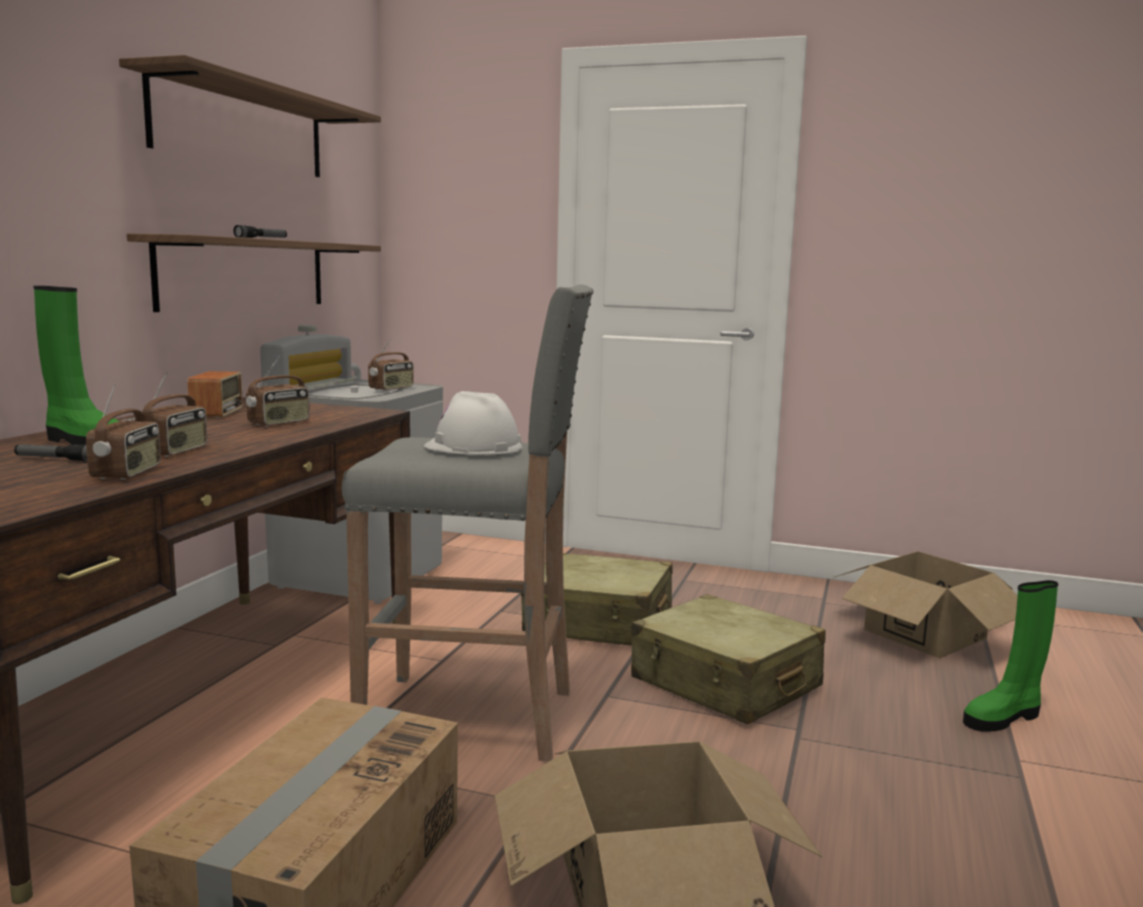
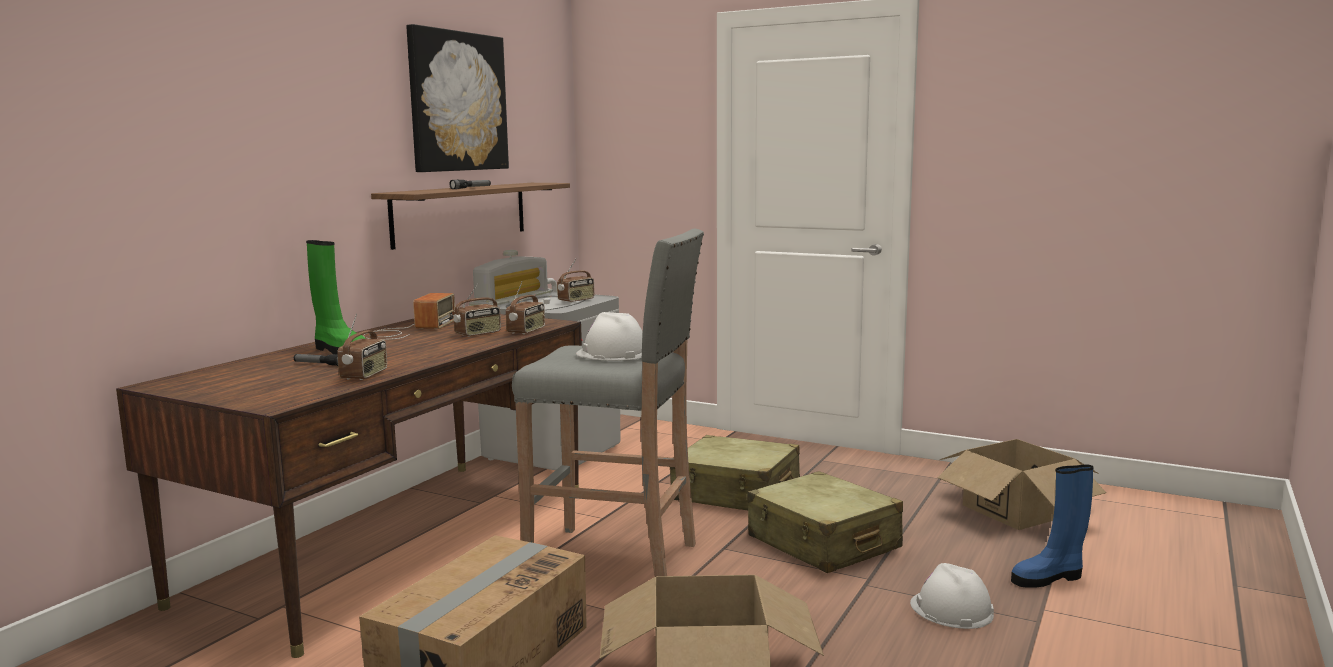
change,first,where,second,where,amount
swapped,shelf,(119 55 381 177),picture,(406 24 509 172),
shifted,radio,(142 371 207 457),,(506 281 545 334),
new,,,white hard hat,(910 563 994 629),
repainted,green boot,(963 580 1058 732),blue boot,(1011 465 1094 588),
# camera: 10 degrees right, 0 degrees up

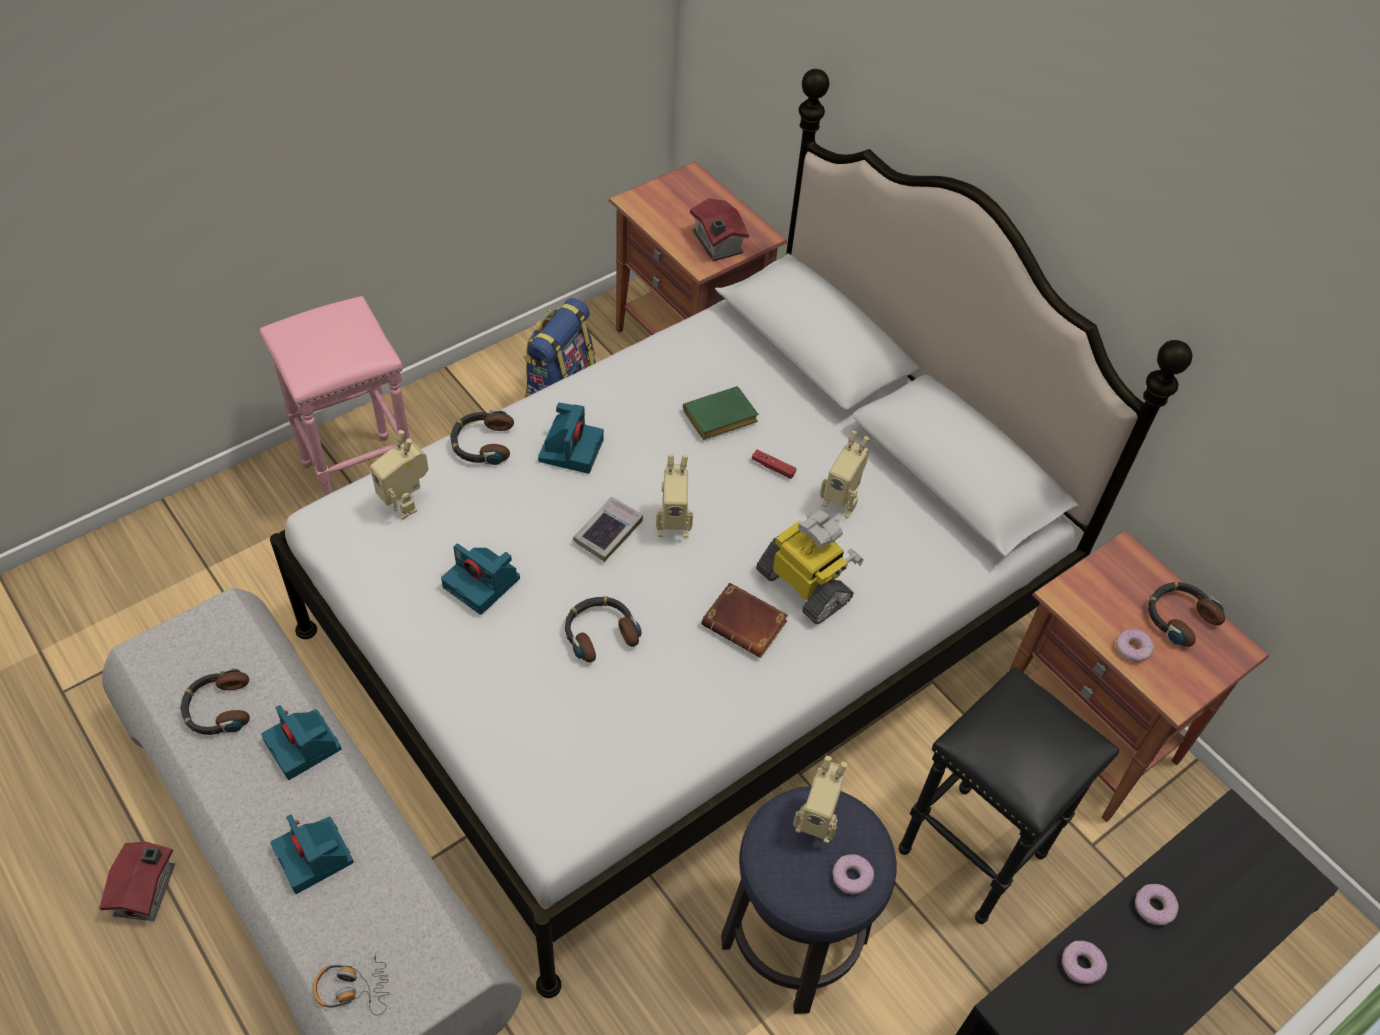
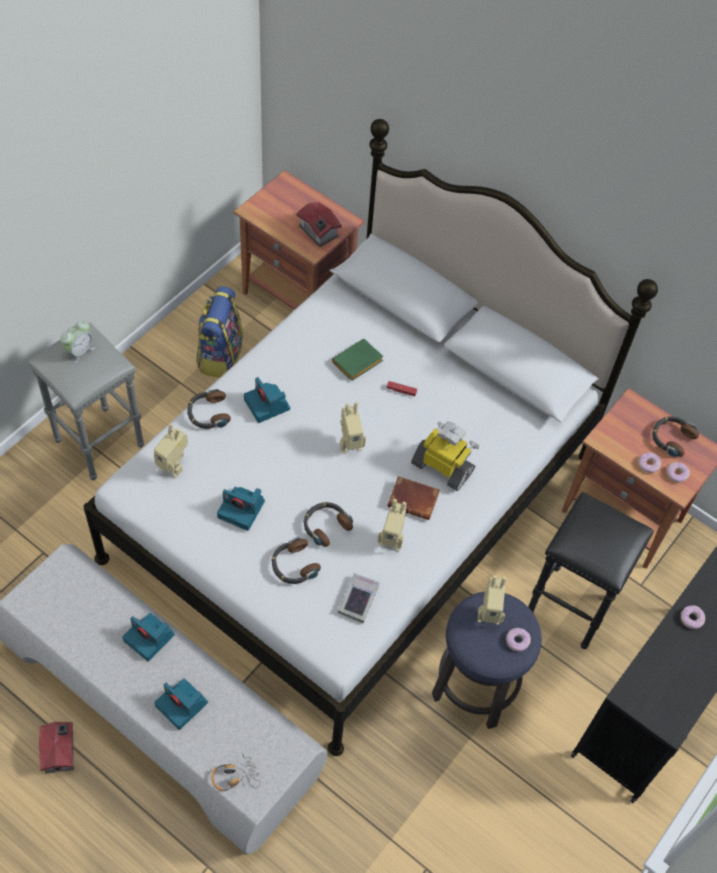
change,first,where,second,where,amount
repainted,pink stool,(260 296 411 496),grey stool,(28 323 144 480),
new,,,alarm clock,(60 321 95 364),
rotated,photo camera,(538 403 604 474),,(244 377 290 423),150 degrees clockwise
shifted,headphones,(180 669 250 735),,(271 537 321 584),
shifted,book,(573 497 643 562),,(338 574 380 623),
shifted,toy robot,(820 430 870 518),,(378 499 407 551),
shifted,donut,(1062 941 1107 984),,(667 462 690 482),
# camera: 15 degrees left, 5 degrees up

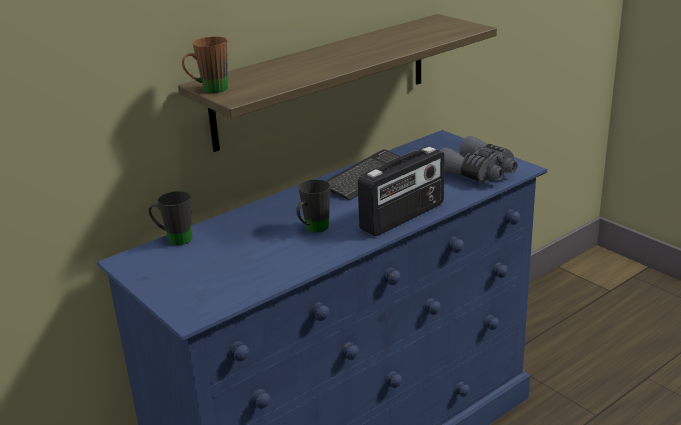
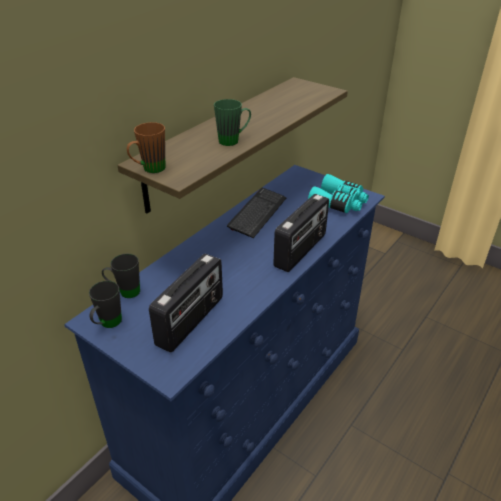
change,first,where,second,where,amount
shifted,black mug,(296 179 331 233),,(89 281 122 328),
new,,,radio,(149 253 223 352),
new,,,green mug,(214 99 251 146),
repainted,grey binoculars,(440 136 518 182),turquoise binoculars,(308 174 369 213),
# camera: 15 degrees left, 10 degrees up

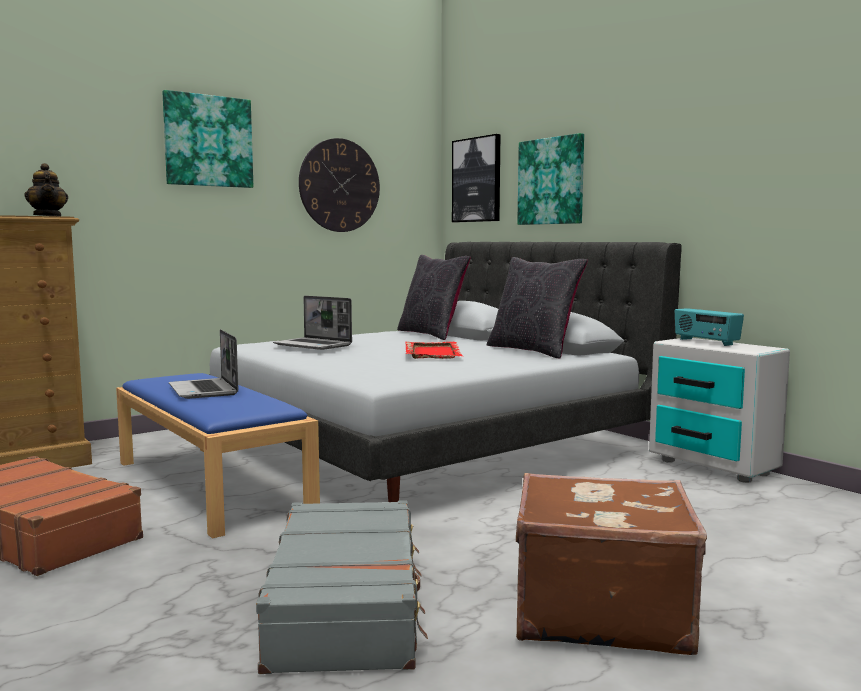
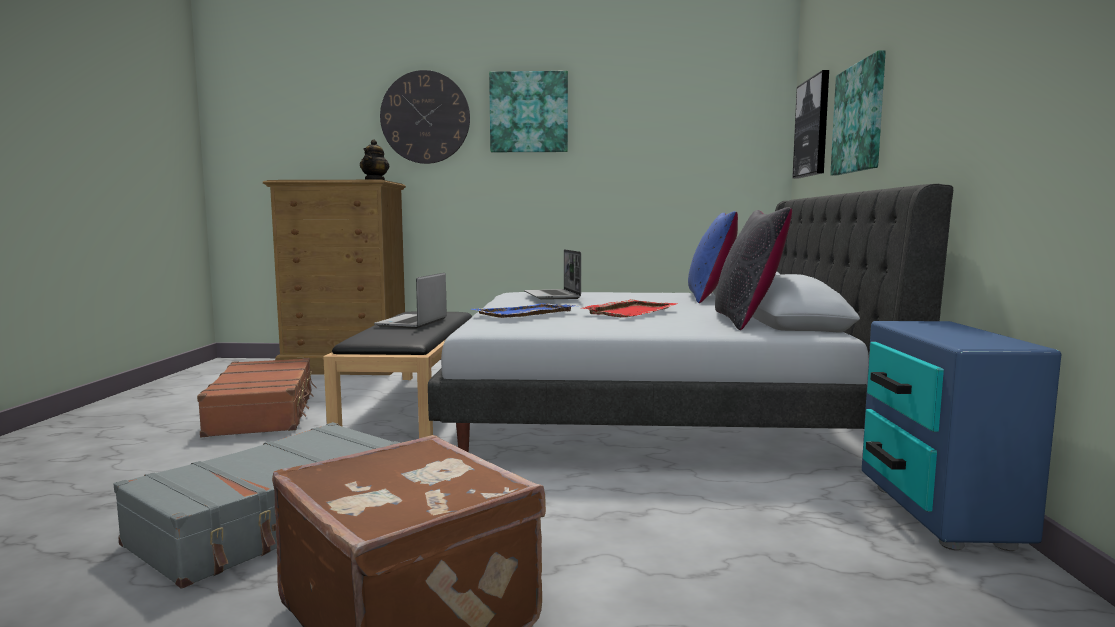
change,first,where,second,where,amount
repainted,blue bench,(116 373 320 538),black bench,(323 311 472 438),
shifted,wall clock,(299 138 380 232),,(380 70 470 164),
new,,,blue tray,(472 303 576 318),
repainted,black pillow,(397 255 471 340),blue pillow,(688 211 738 303),
repainted,white nightstand,(649 338 790 483),blue nightstand,(862 321 1061 551),
gone,radio,(675 308 744 346),,,
# camera: 40 degrees right, 0 degrees up

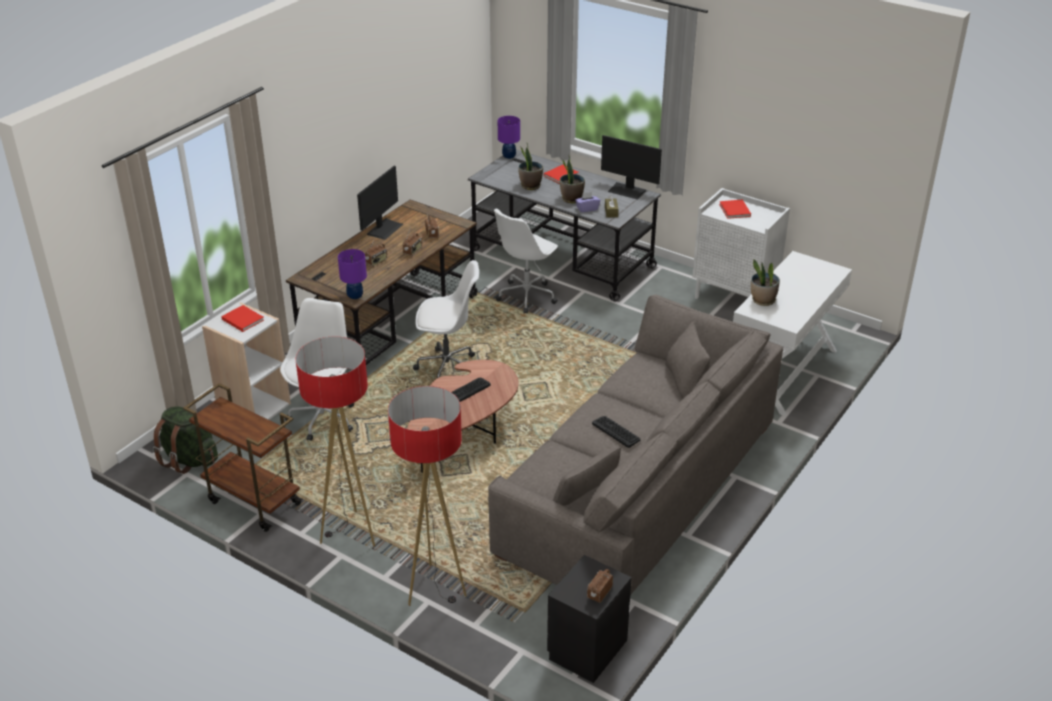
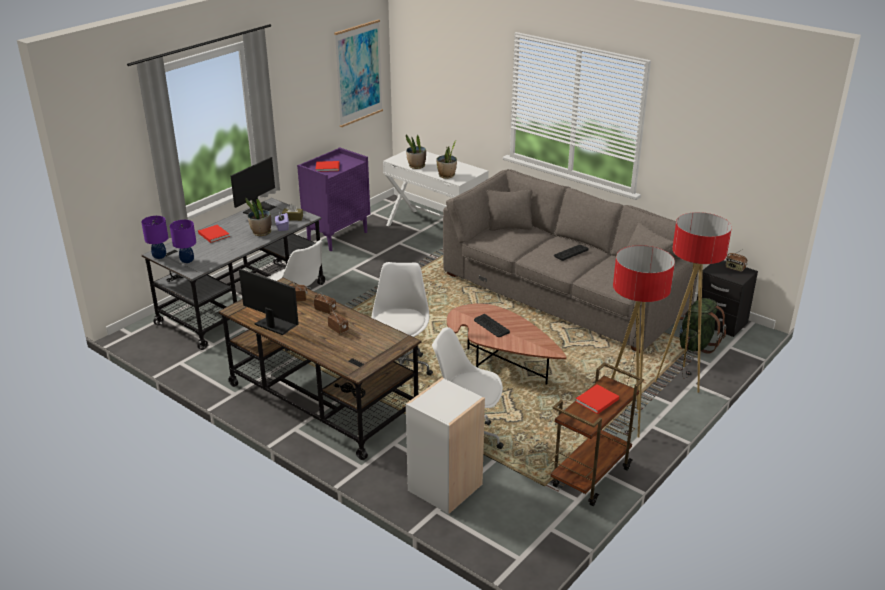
change,first,where,second,where,amount
shifted,purple table lamp,(338 249 367 299),,(170 220 196 263),
repainted,white cabinet,(692 188 790 299),purple cabinet,(297 147 370 251),
new,,,picture,(334 20 383 127),
shifted,potted plant,(518 143 543 190),,(406 135 426 169),
shifted,red book,(221 305 264 332),,(575 384 619 414),
shifted,green backpack,(153 406 218 474),,(679 298 726 354),
# camera: 85 degrees left, 5 degrees down

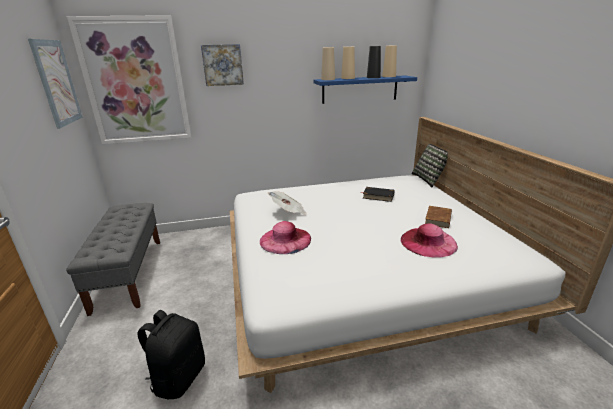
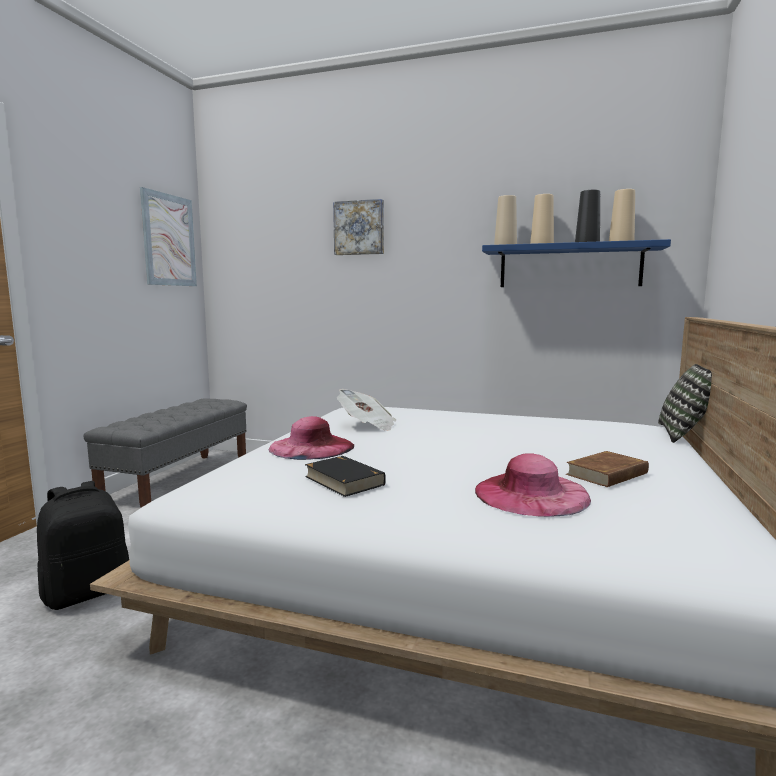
change,first,where,second,where,amount
shifted,black book,(361 187 395 202),,(305 456 386 497),
gone,picture,(67 15 191 144),,,
# camera: 30 degrees right, 15 degrees down

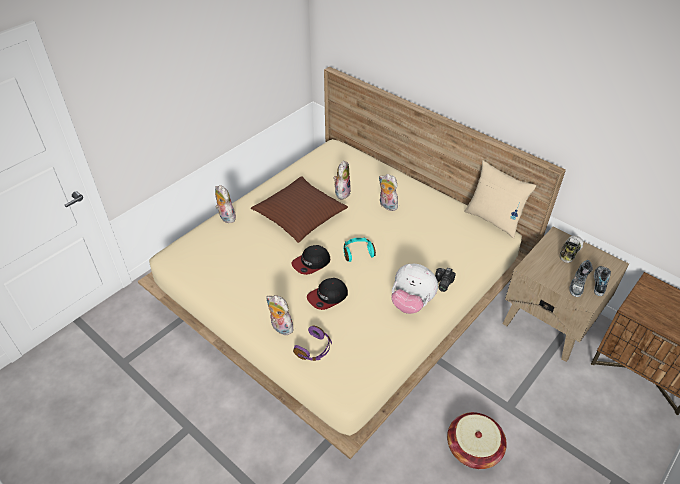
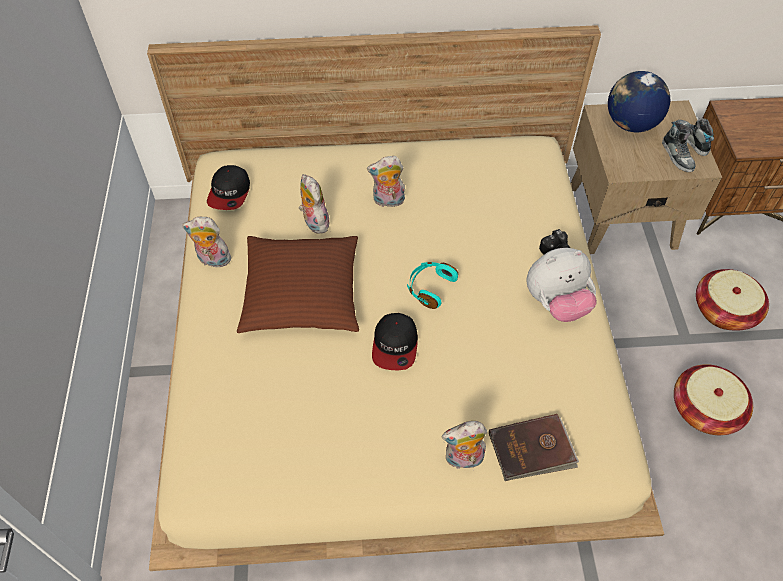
change,first,where,second,where,amount
shifted,plush toy,(215 185 236 223),,(182 217 231 268),
shifted,cap,(307 278 348 310),,(207 165 250 210),
swapped,purple headphones,(293 325 332 361),brown book,(489 414 579 481),
swapped,shoe,(560 235 583 263),globe,(608 71 670 132),
new,,,basket,(696 269 769 331),
gone,beige pillow,(464 160 536 238),,,
# camera: 45 degrees left, 10 degrees up

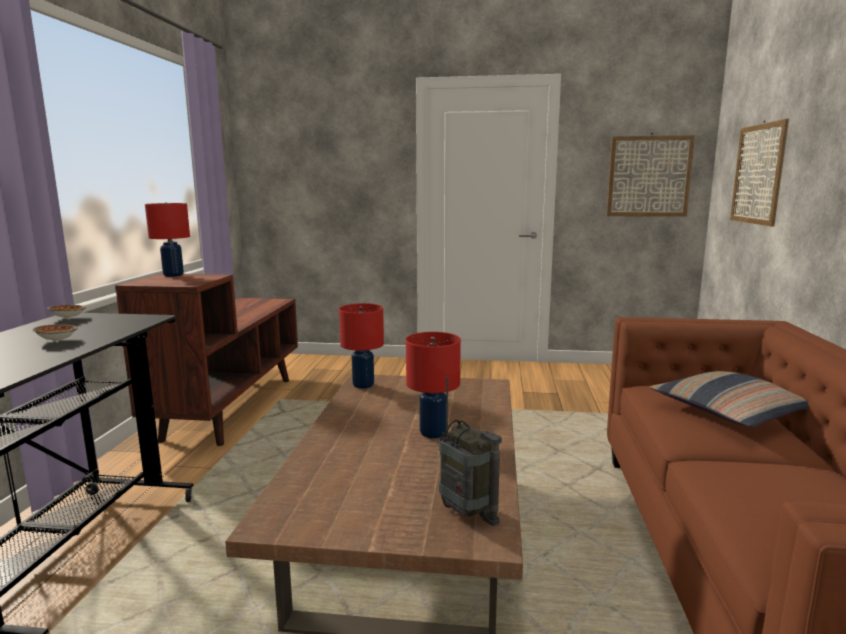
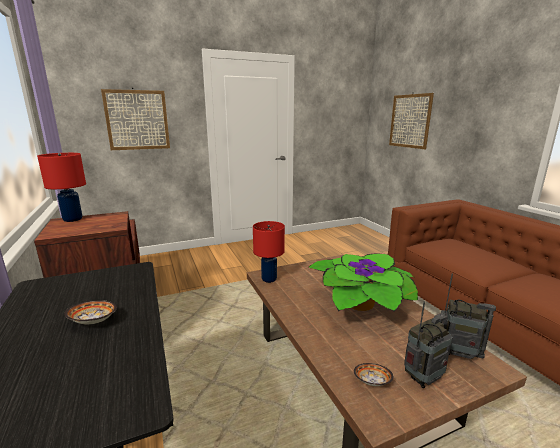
change,first,where,second,where,amount
shifted,picture,(606 133 695 217),,(101 88 170 150),
swapped,red table lamp,(406 332 461 438),potted plant,(309 253 418 312),
shifted,bowl,(47 305 86 319),,(354 363 394 386),
new,,,radio,(404 302 452 388),
gone,pillow,(650 371 809 427),,,
# camera: 30 degrees left, 5 degrees up

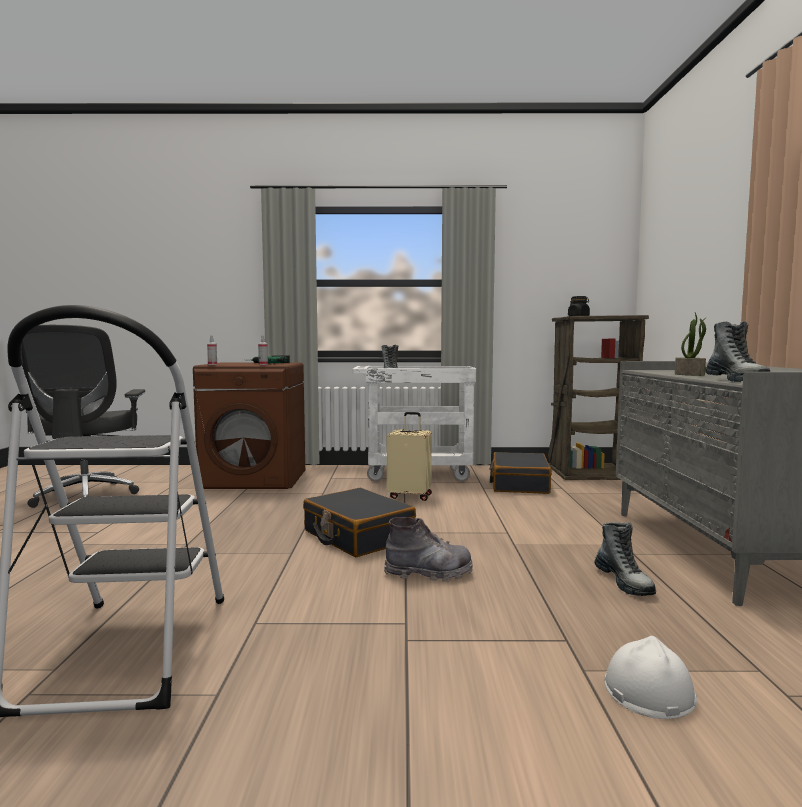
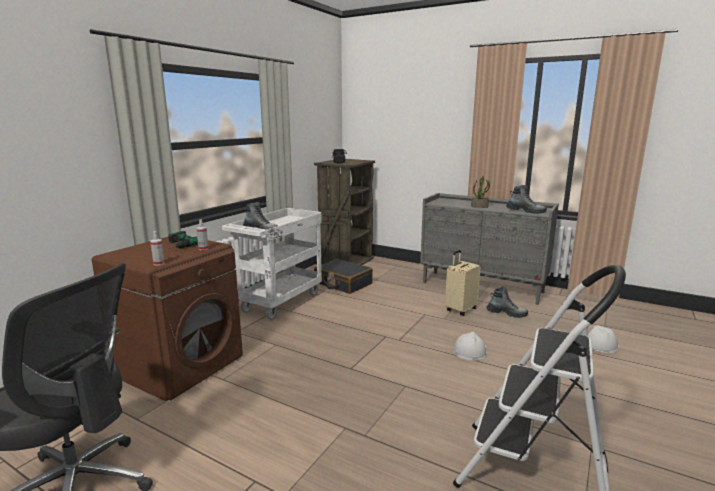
change,first,where,second,where,amount
shifted,beige suitcase,(387 412 432 501),,(445 250 480 316),
swapped,grey boot,(384 517 473 582),white hard hat,(453 332 487 361),
gone,black suitcase,(303 488 416 557),,,
# camera: 60 degrees left, 10 degrees up

